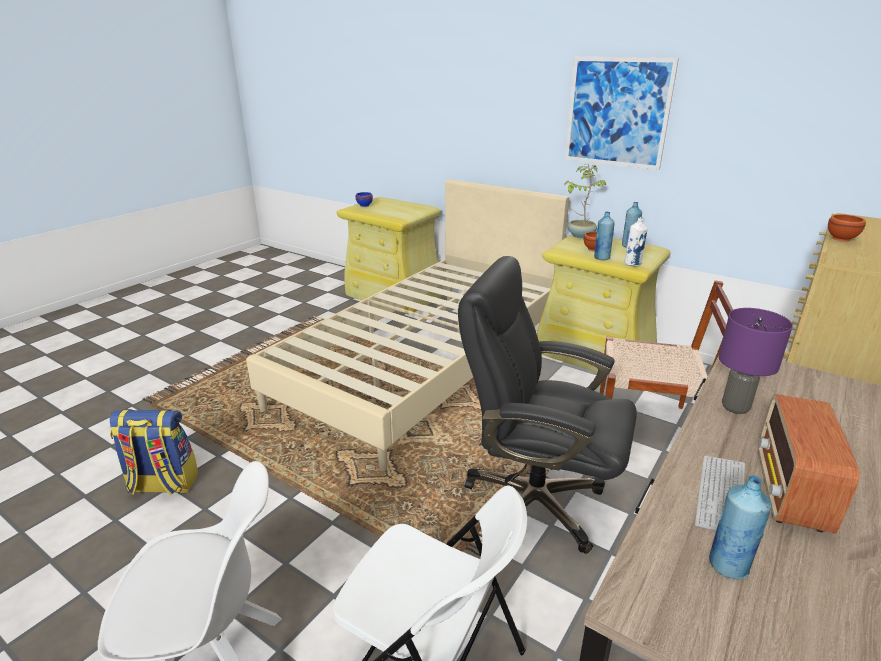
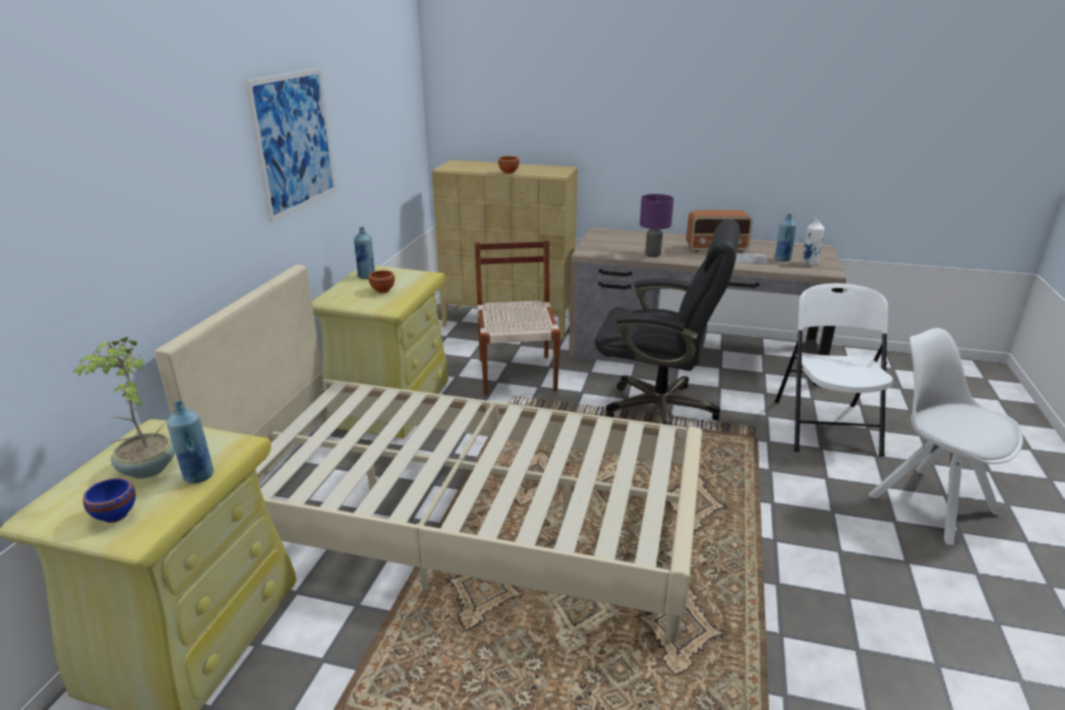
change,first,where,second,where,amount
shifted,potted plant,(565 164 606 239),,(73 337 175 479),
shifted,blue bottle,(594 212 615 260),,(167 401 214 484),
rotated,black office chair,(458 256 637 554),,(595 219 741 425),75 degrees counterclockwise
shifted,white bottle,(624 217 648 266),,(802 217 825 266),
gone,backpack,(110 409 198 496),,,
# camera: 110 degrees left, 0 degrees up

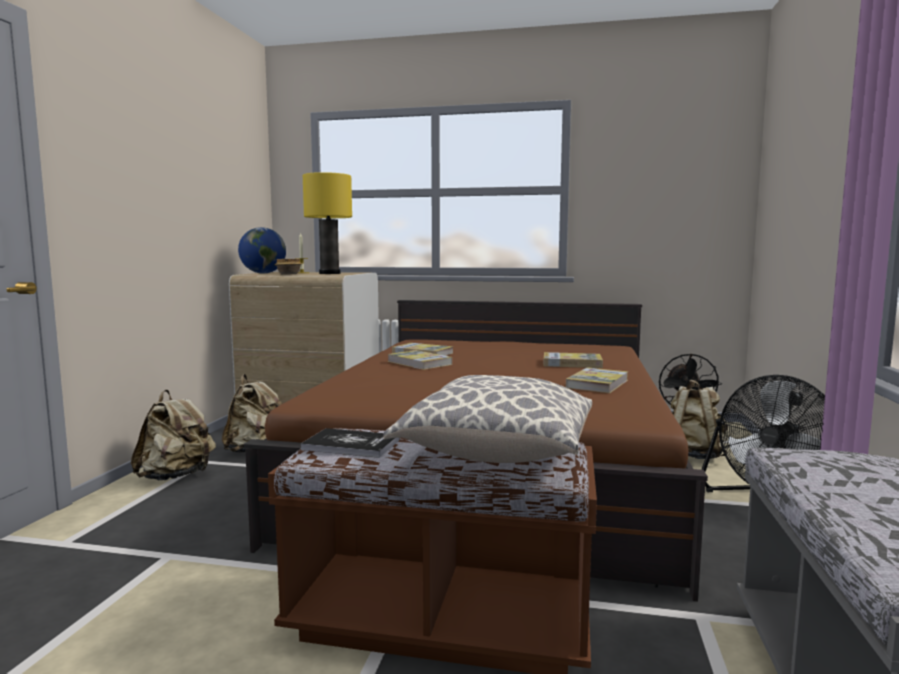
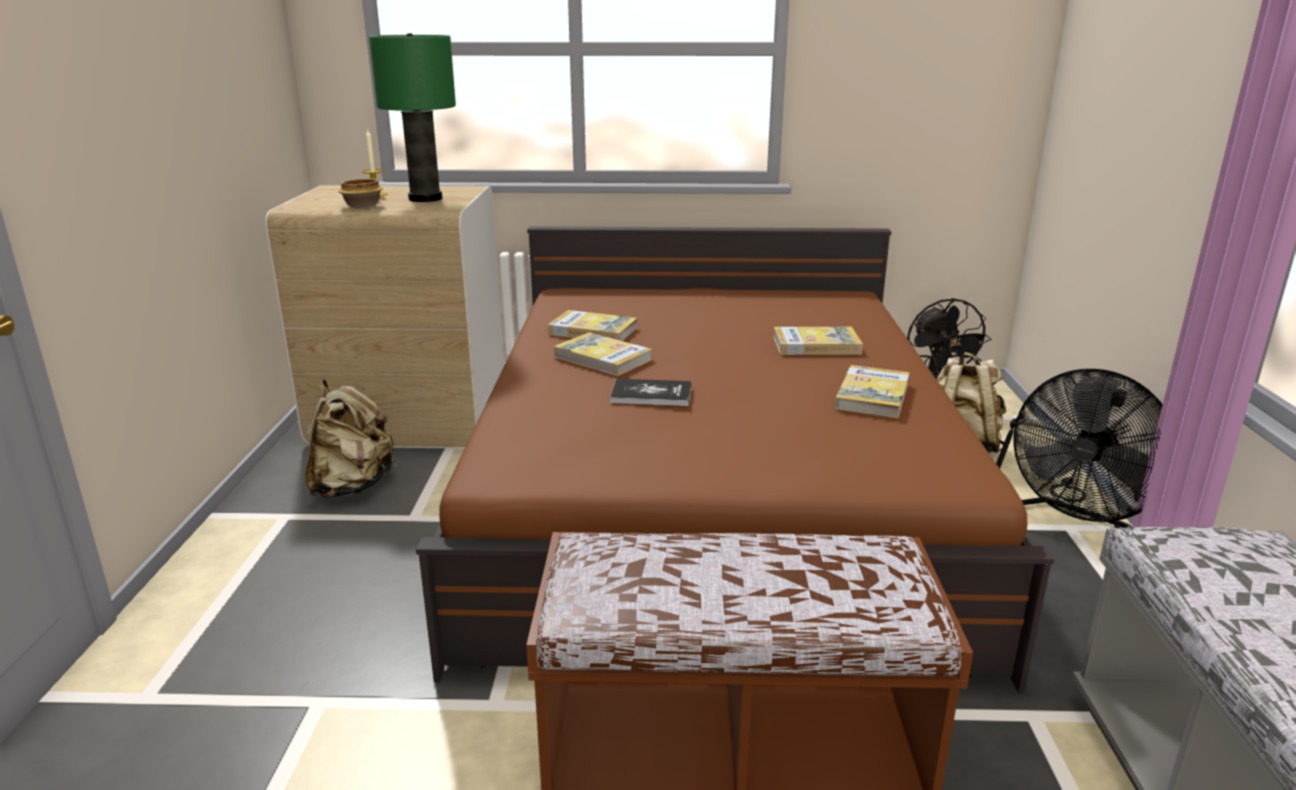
change,first,where,second,where,amount
repainted,yellow table lamp,(303 172 352 274),green table lamp,(369 33 456 202),
shifted,book,(301 428 399 458),,(610 379 691 406),
gone,beige backpack,(131 390 216 480),,,
gone,globe,(238 227 286 274),,,
gone,pillow,(384 375 592 463),,,
# camera: 10 degrees left, 15 degrees up

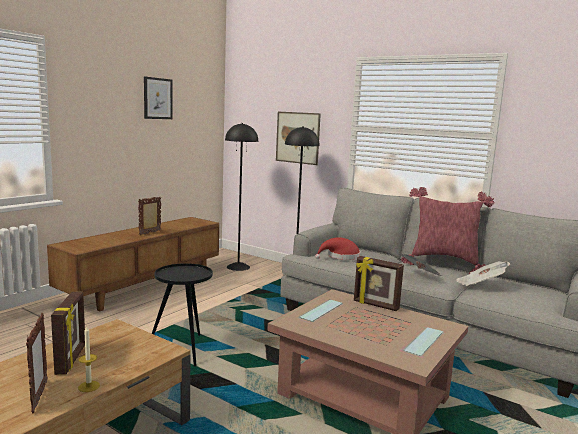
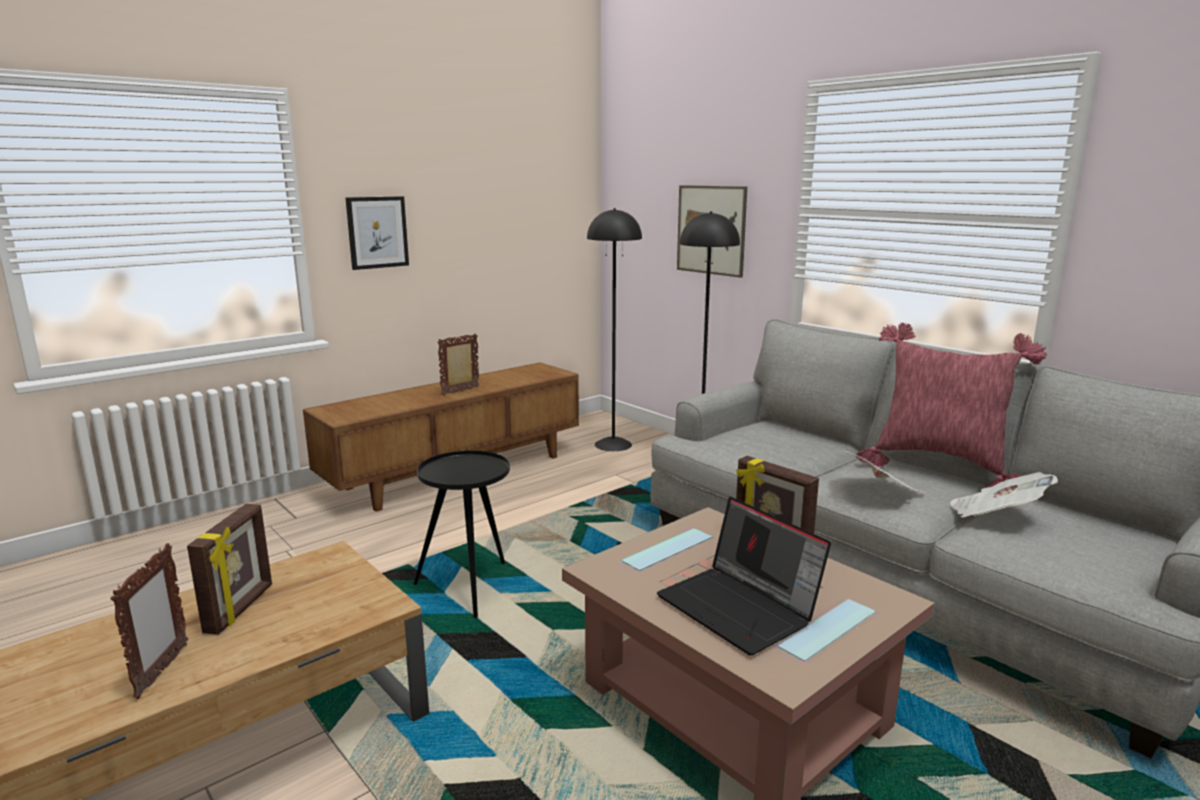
change,first,where,second,where,amount
shifted,picture,(144 77 173 119),,(346 196 409 270),
new,,,laptop,(657 497 831 655),
gone,candle,(78 325 100 392),,,
gone,red hat,(315 237 360 260),,,
# camera: 15 degrees right, 5 degrees up

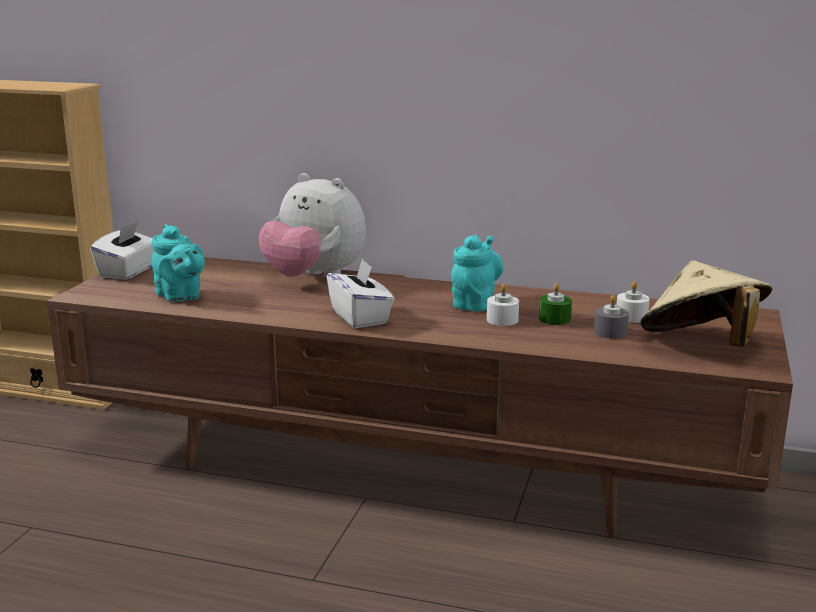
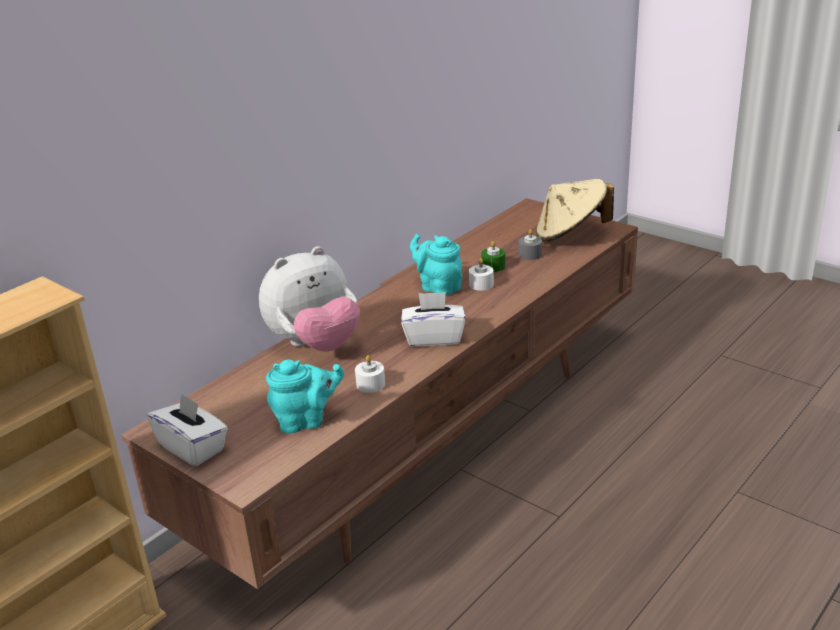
change,first,where,second,where,amount
shifted,white candle,(617 281 650 323),,(355 355 385 393),
# camera: 65 degrees left, 10 degrees up

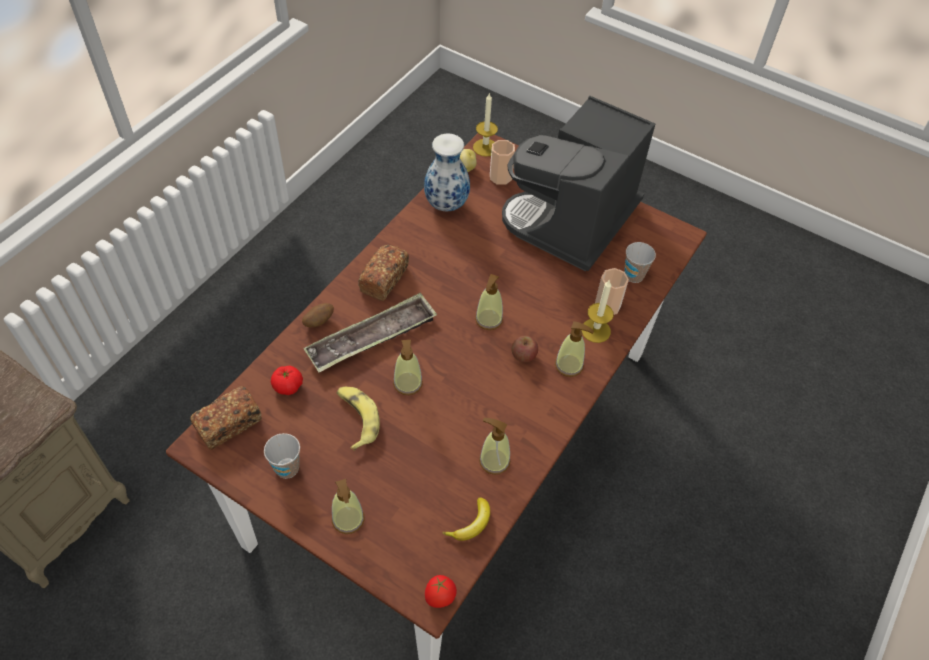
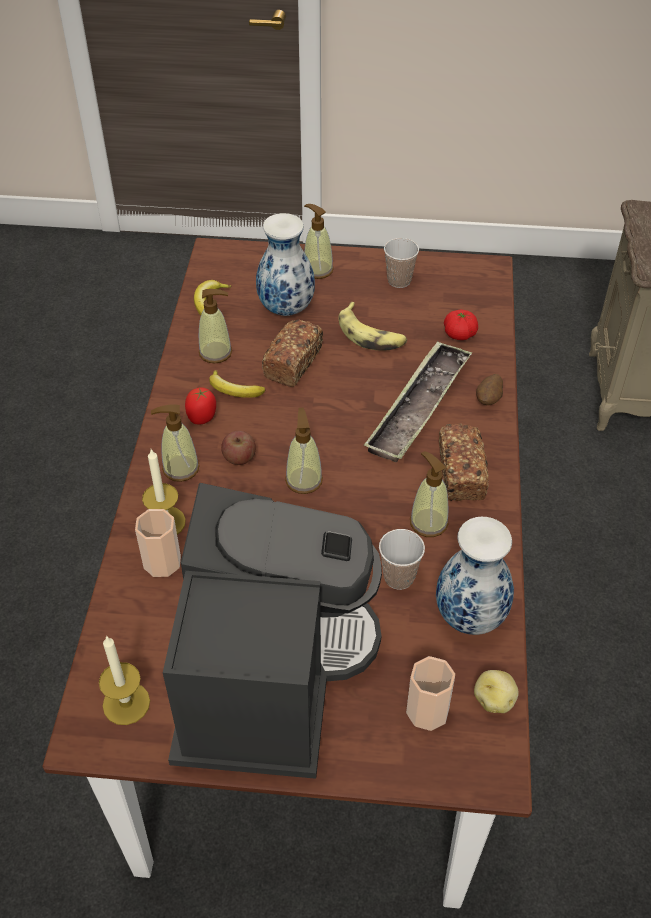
change,first,where,second,where,amount
shifted,candle,(473 92 498 157),,(99 635 150 725),
shifted,tomato,(425 575 457 608),,(185 387 216 424),
new,,,banana,(209 370 265 398),
new,,,vase,(256 213 315 316),
shifted,bread,(190 386 262 450),,(262 320 323 387),
shifted,cup,(624 242 656 283),,(379 529 425 590),
shifted,soap dispenser,(393 340 423 395),,(410 451 449 537),
# camera: 155 degrees right, 5 degrees down

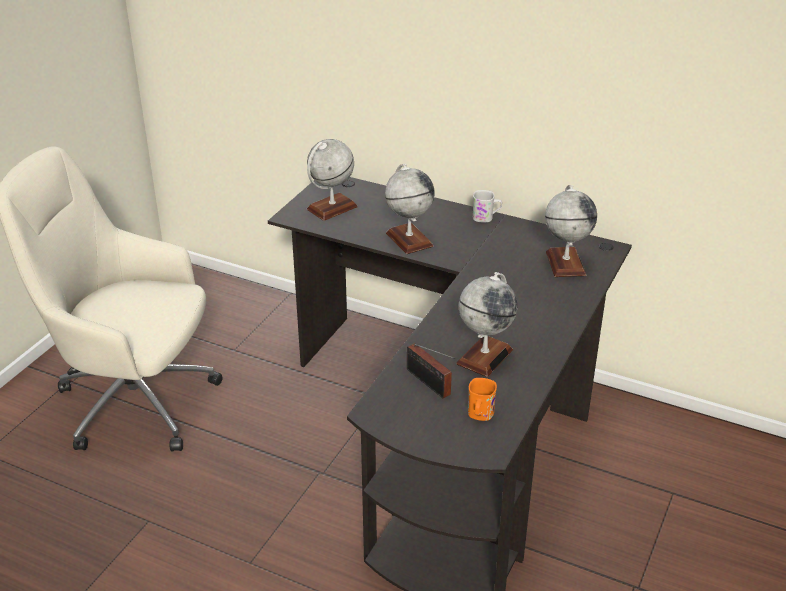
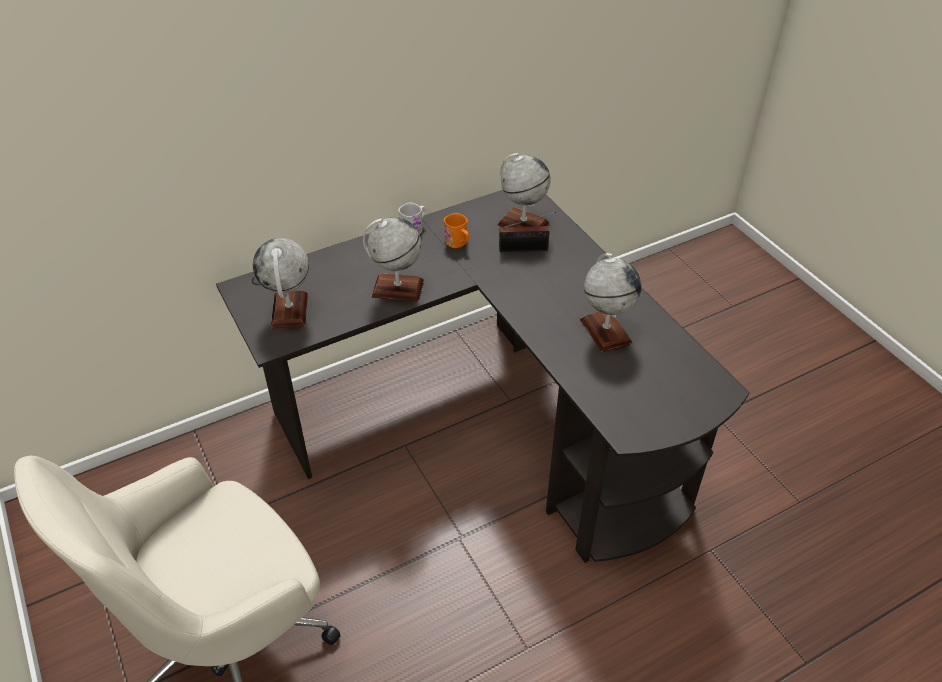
change,first,where,second,where,amount
shifted,orange mug,(468 378 497 421),,(444 213 469 248),
shifted,radio,(407 343 456 398),,(499 212 556 252),
# camera: 55 degrees left, 10 degrees up

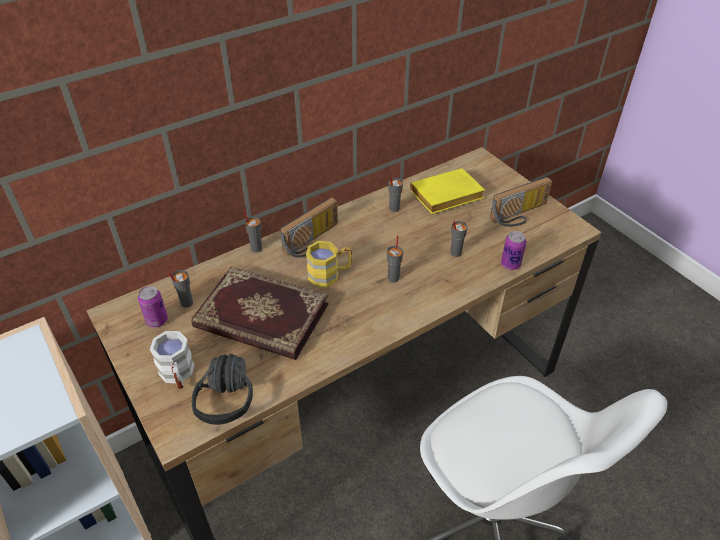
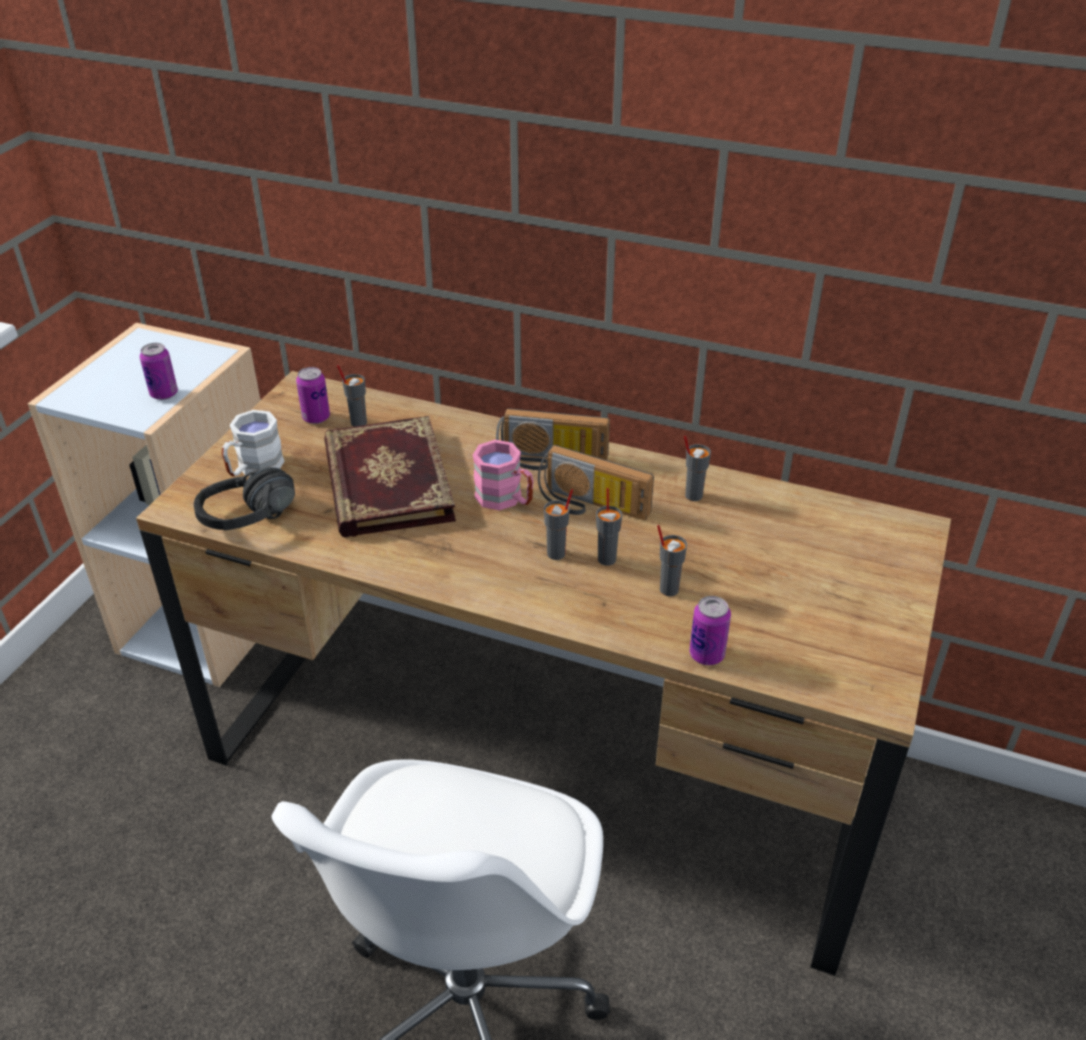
change,first,where,second,where,amount
new,,,can,(140 343 178 400),
repainted,yellow mug,(306 241 352 288),pink mug,(473 440 533 510),
shifted,radio,(490 177 552 227),,(538 445 654 520),
shifted,grey cup,(243 209 262 253),,(596 488 622 566),
gone,yellow book,(410 168 485 214),,,
# camera: 55 degrees right, 5 degrees down

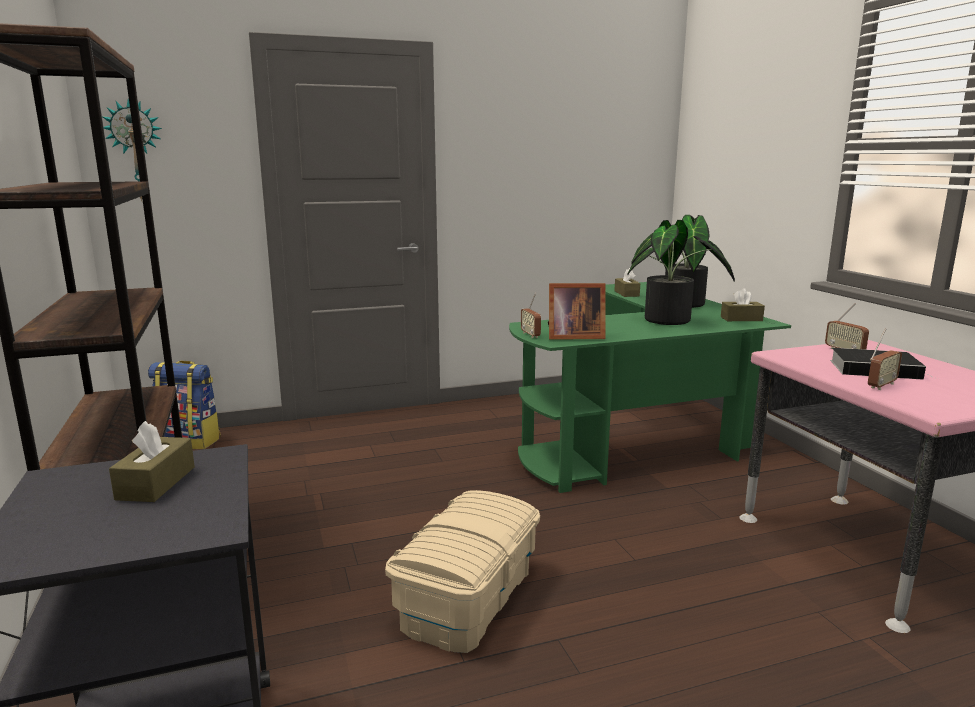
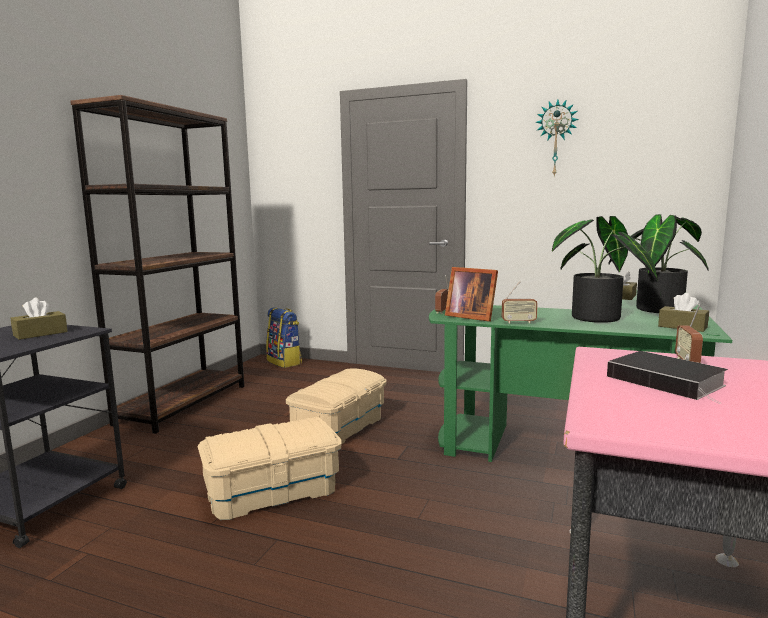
change,first,where,second,where,amount
new,,,beige storage box,(286 368 387 445),
shifted,radio,(868 329 902 390),,(502 282 538 324),
shifted,wall clock,(102 99 162 202),,(535 100 579 177),
# camera: 40 degrees right, 5 degrees down

